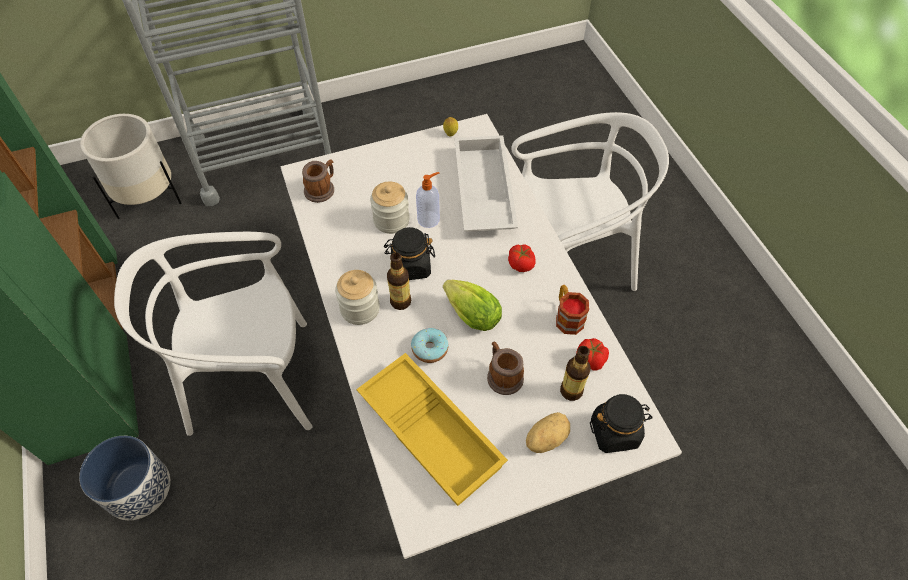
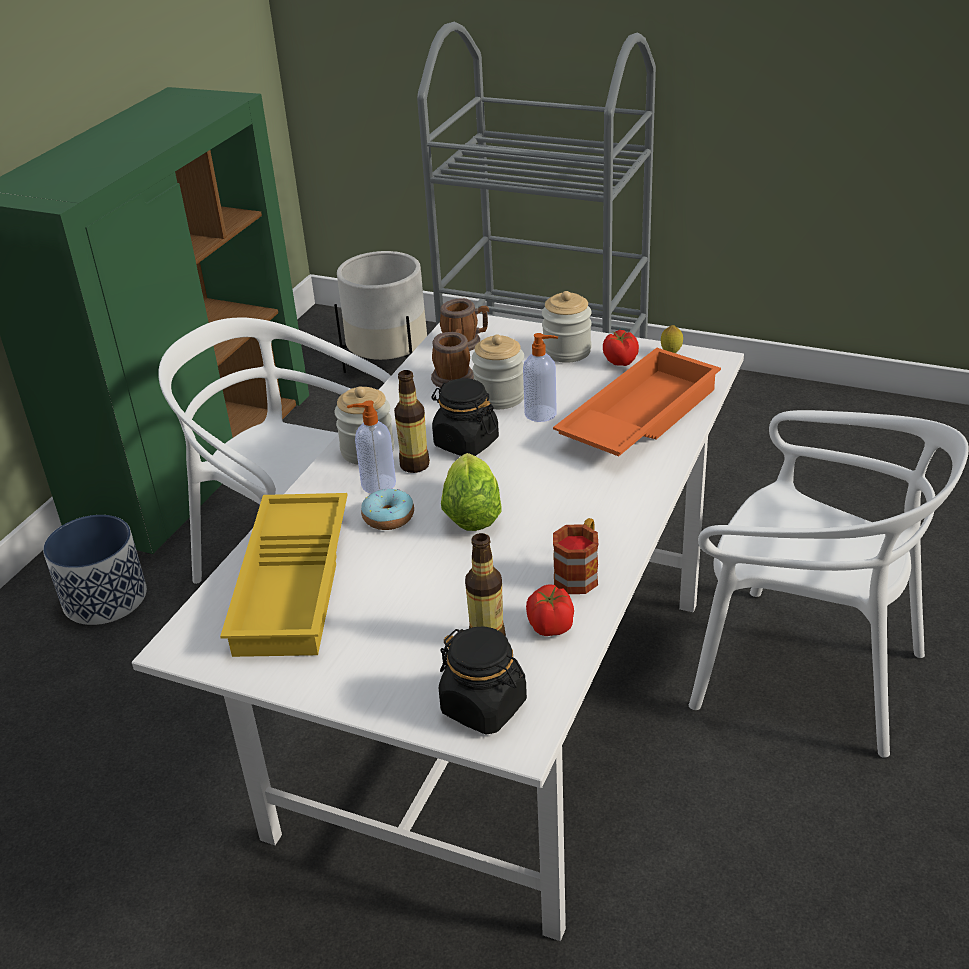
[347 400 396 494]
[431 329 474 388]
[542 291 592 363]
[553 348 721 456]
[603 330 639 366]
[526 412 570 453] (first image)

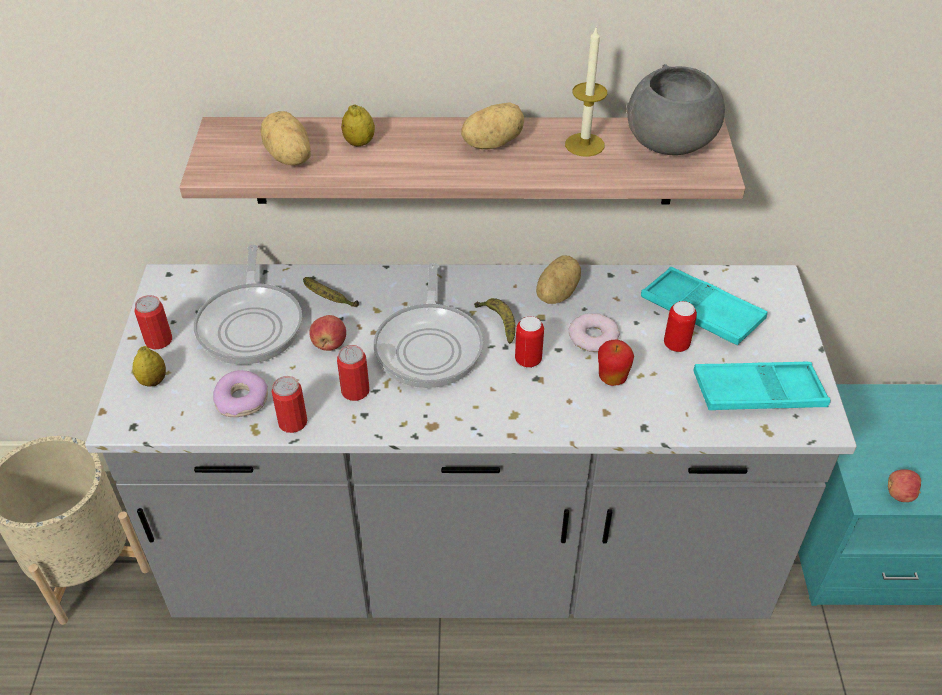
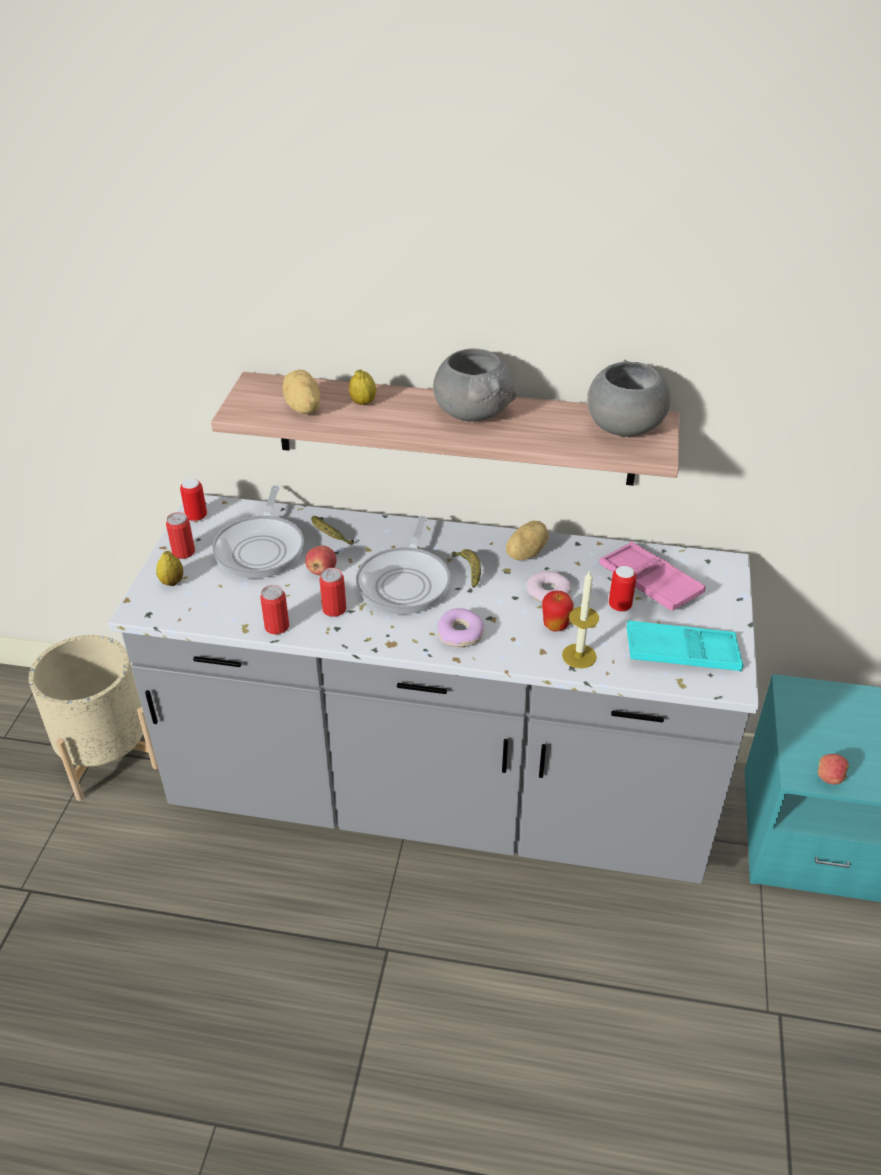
[180 479 207 521]
[433 348 517 422]
[437 608 484 647]
[562 570 599 668]
[599 542 706 611]

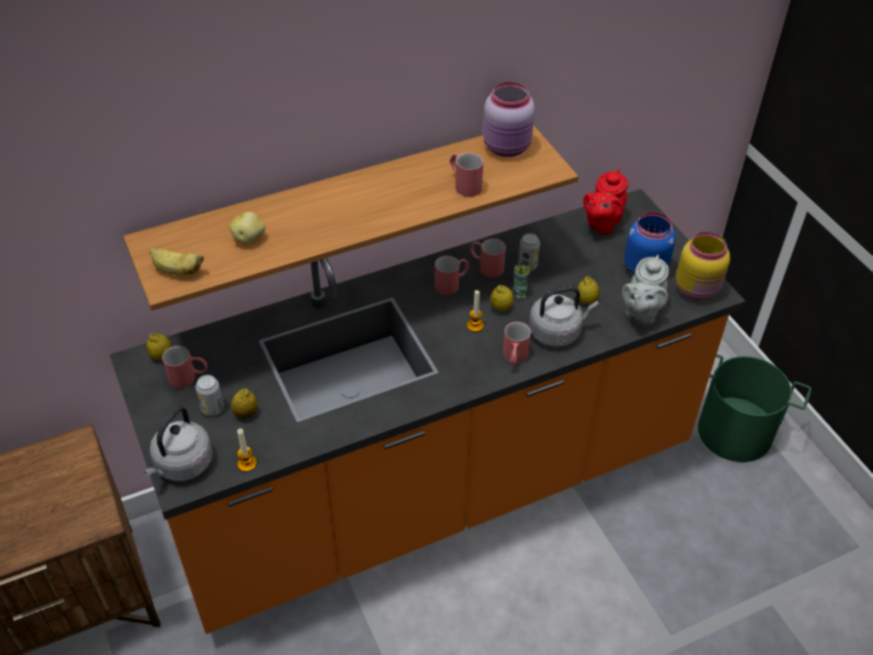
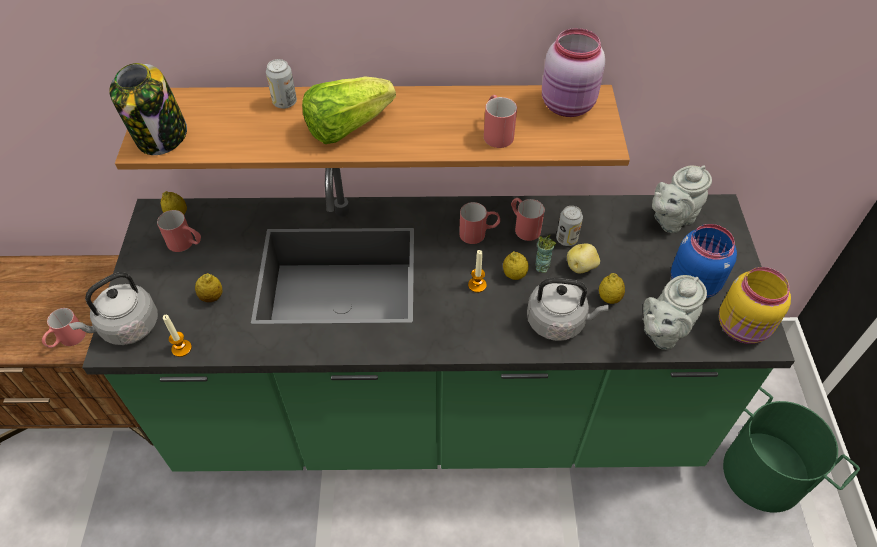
[42 308 86 348]
[82 168 795 472]
[109 63 187 155]
[266 59 297 109]
[302 77 396 144]
[567 243 600 273]
[652 166 712 233]

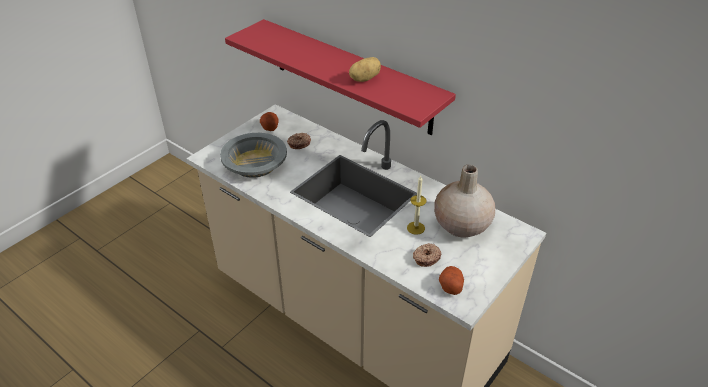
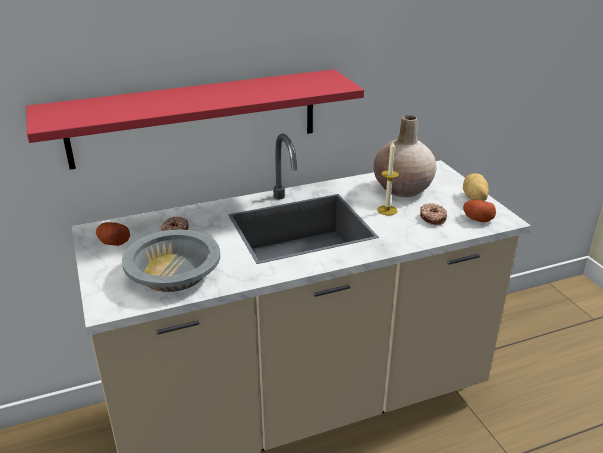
[463 173 489 201]

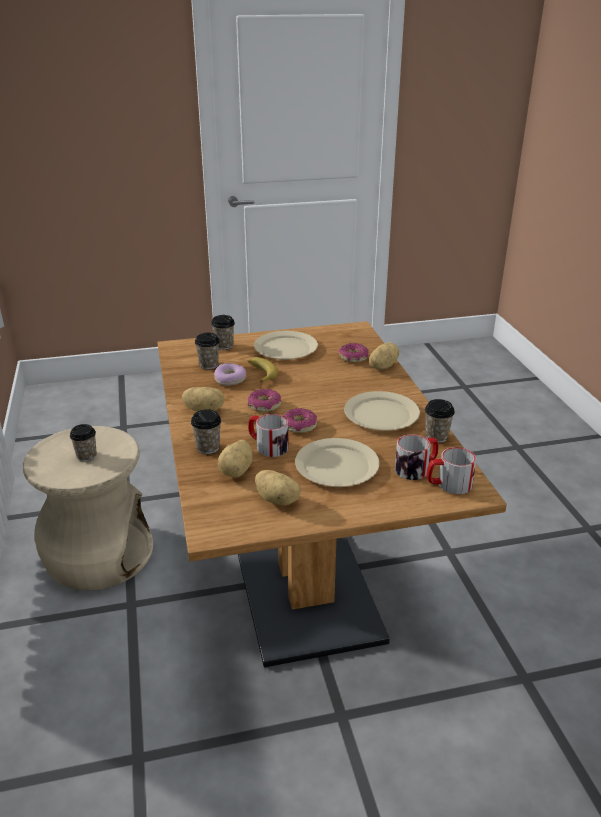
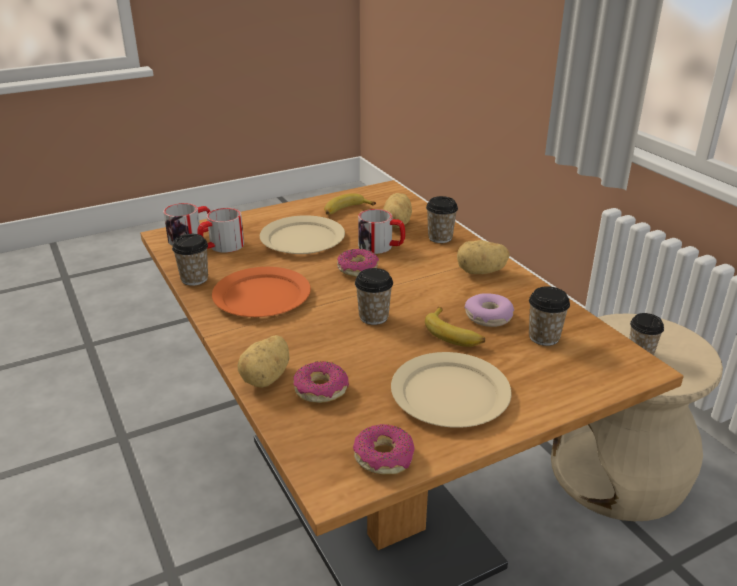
[212 267 311 317]
[324 193 376 215]
[353 424 415 475]
[355 268 393 325]

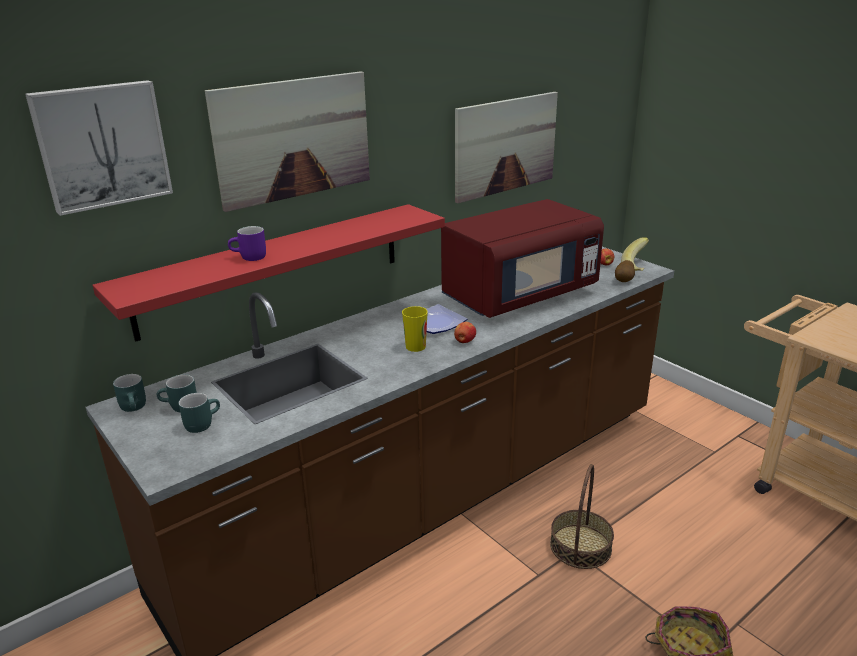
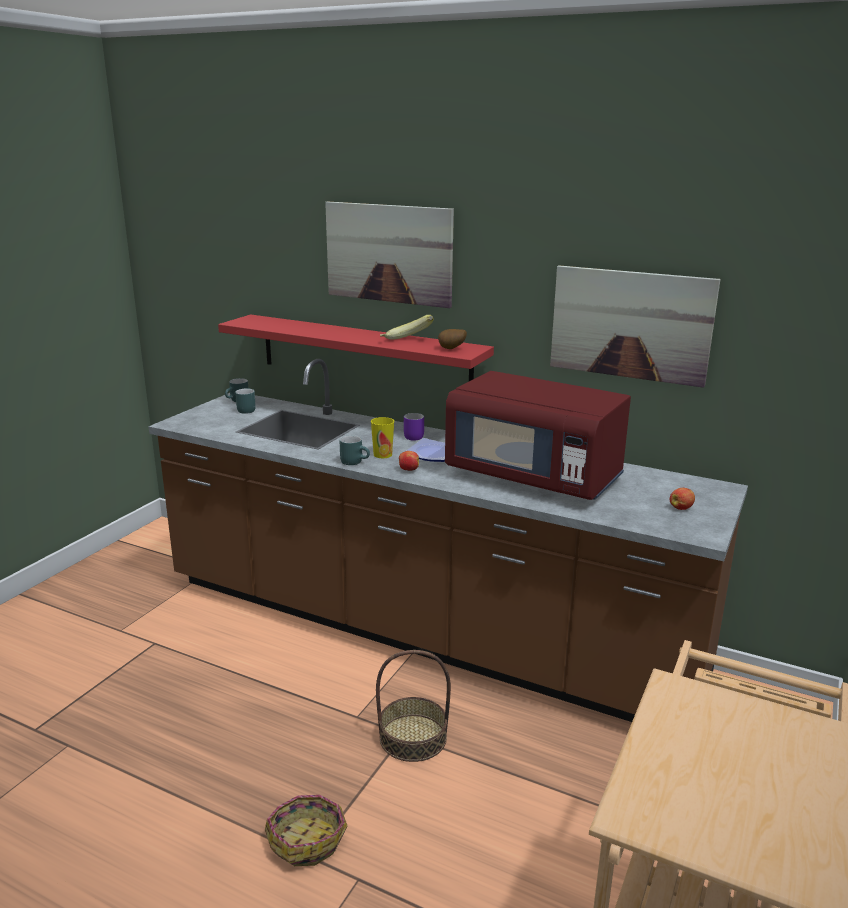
[339 435 370 465]
[380 315 434 340]
[404 413 424 440]
[438 329 467 349]
[25 80 173 216] (first image)

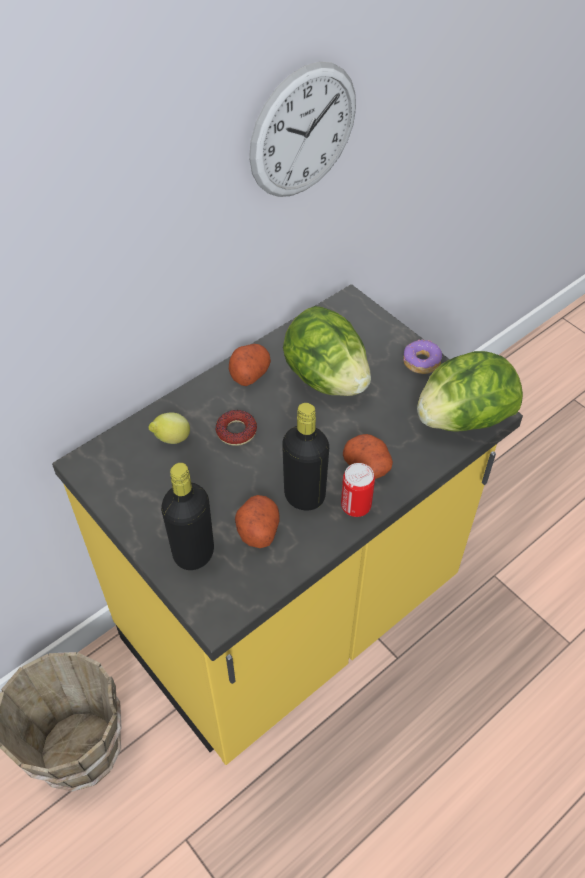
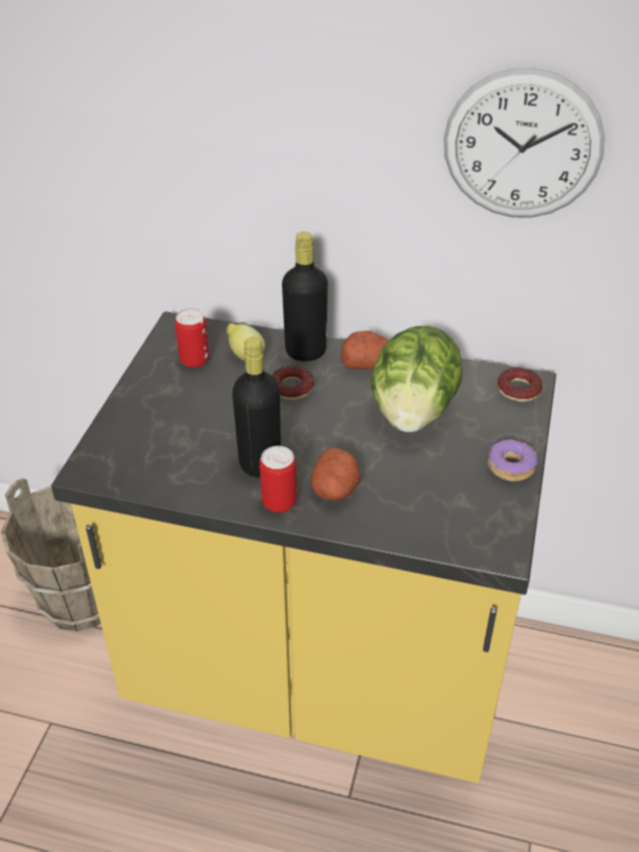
[175 308 209 368]
[282 232 328 361]
[497 368 542 402]
[235 495 280 548] (first image)
[417 351 523 432] (first image)

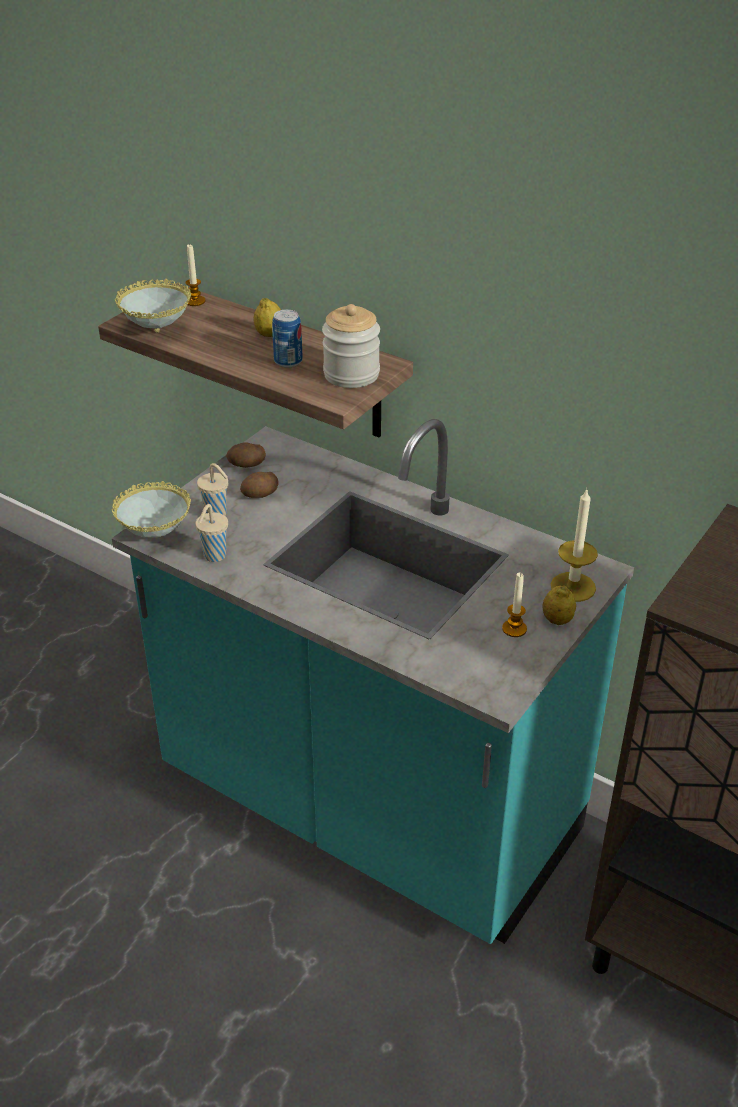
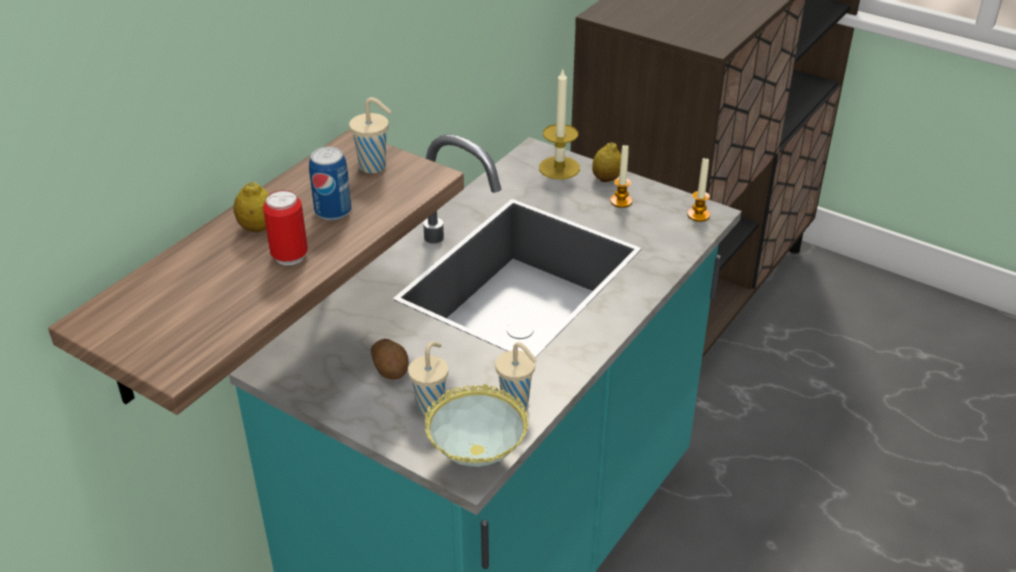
[263 190 308 265]
[349 97 391 174]
[687 158 710 222]
[115 279 191 333] (first image)
[226 442 266 468] (first image)

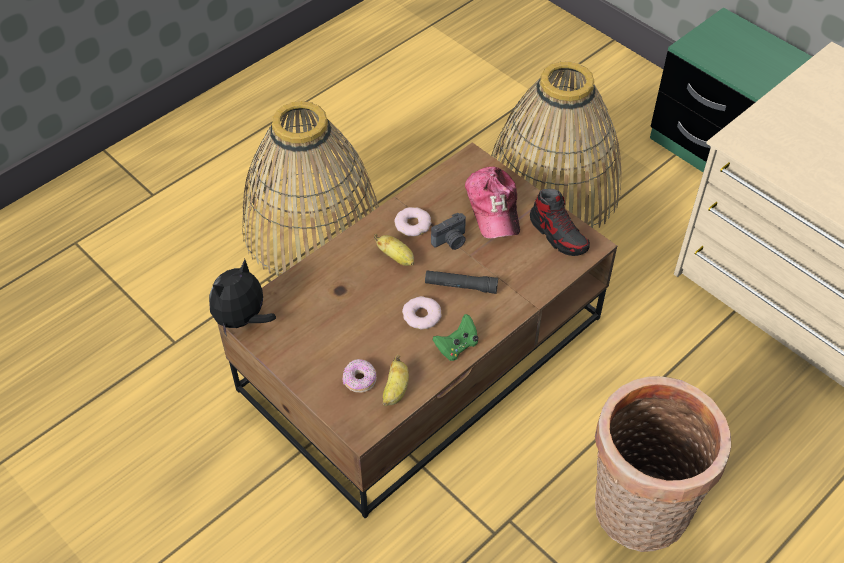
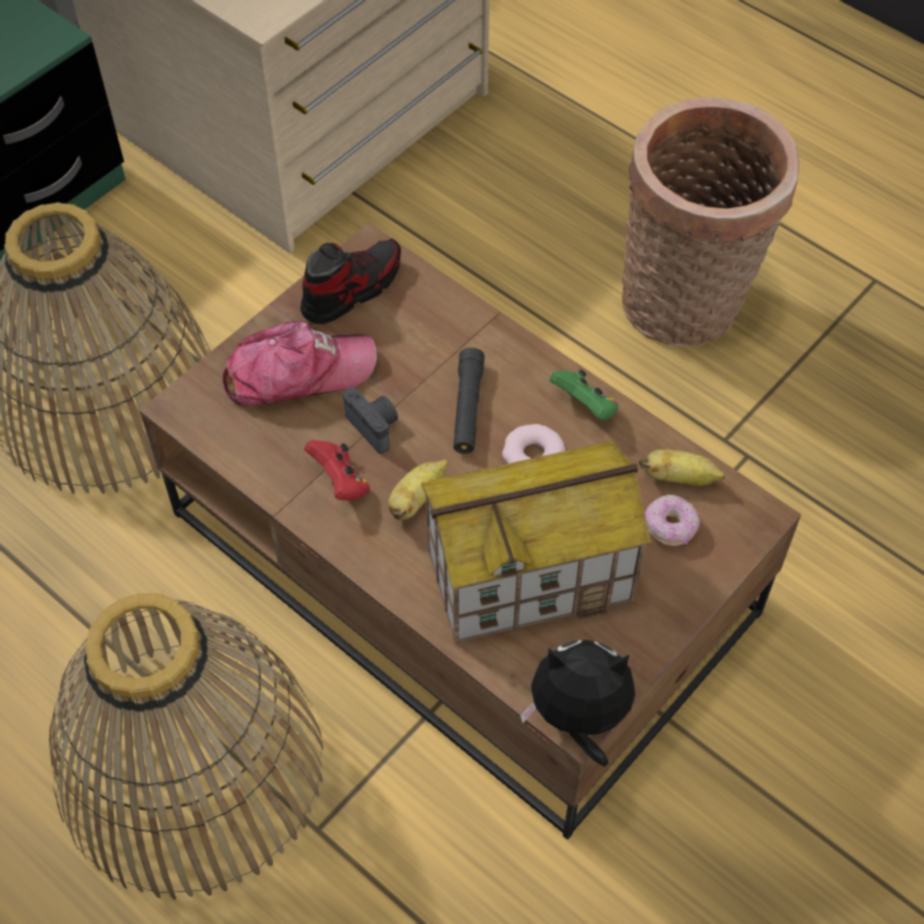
[304 440 370 501]
[421 441 651 644]
[520 640 635 767]

